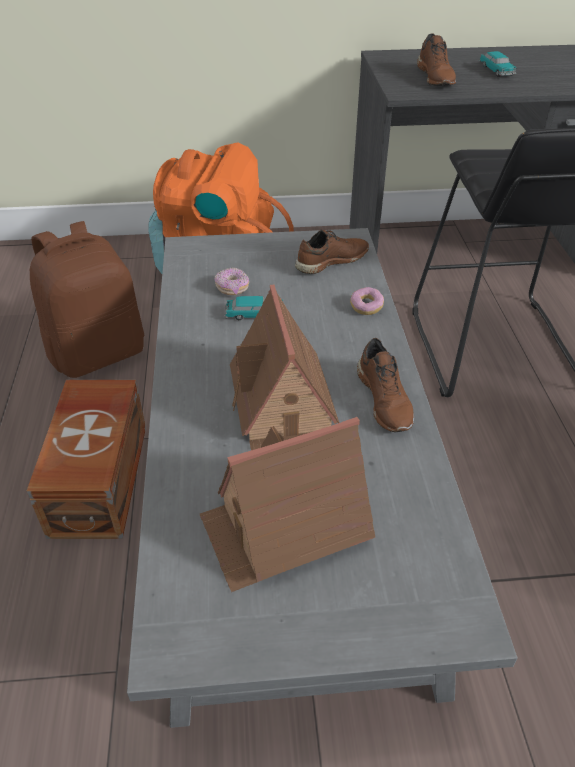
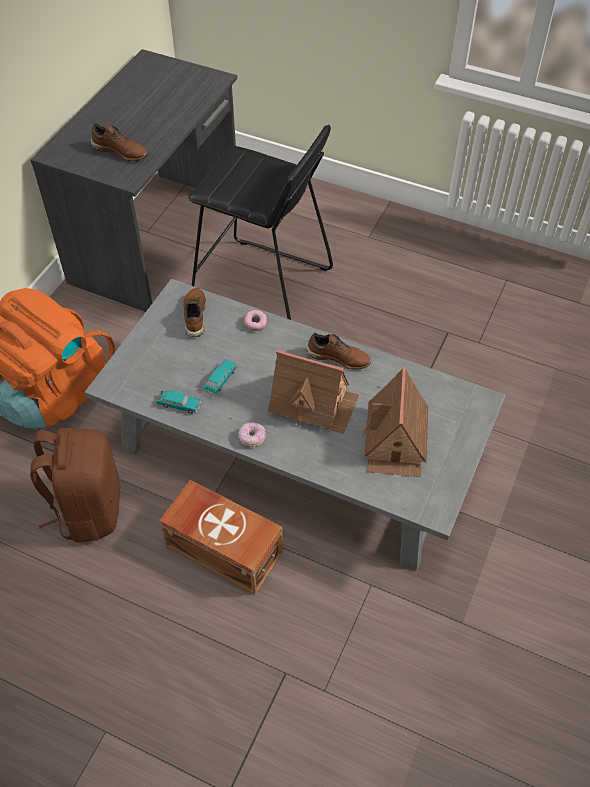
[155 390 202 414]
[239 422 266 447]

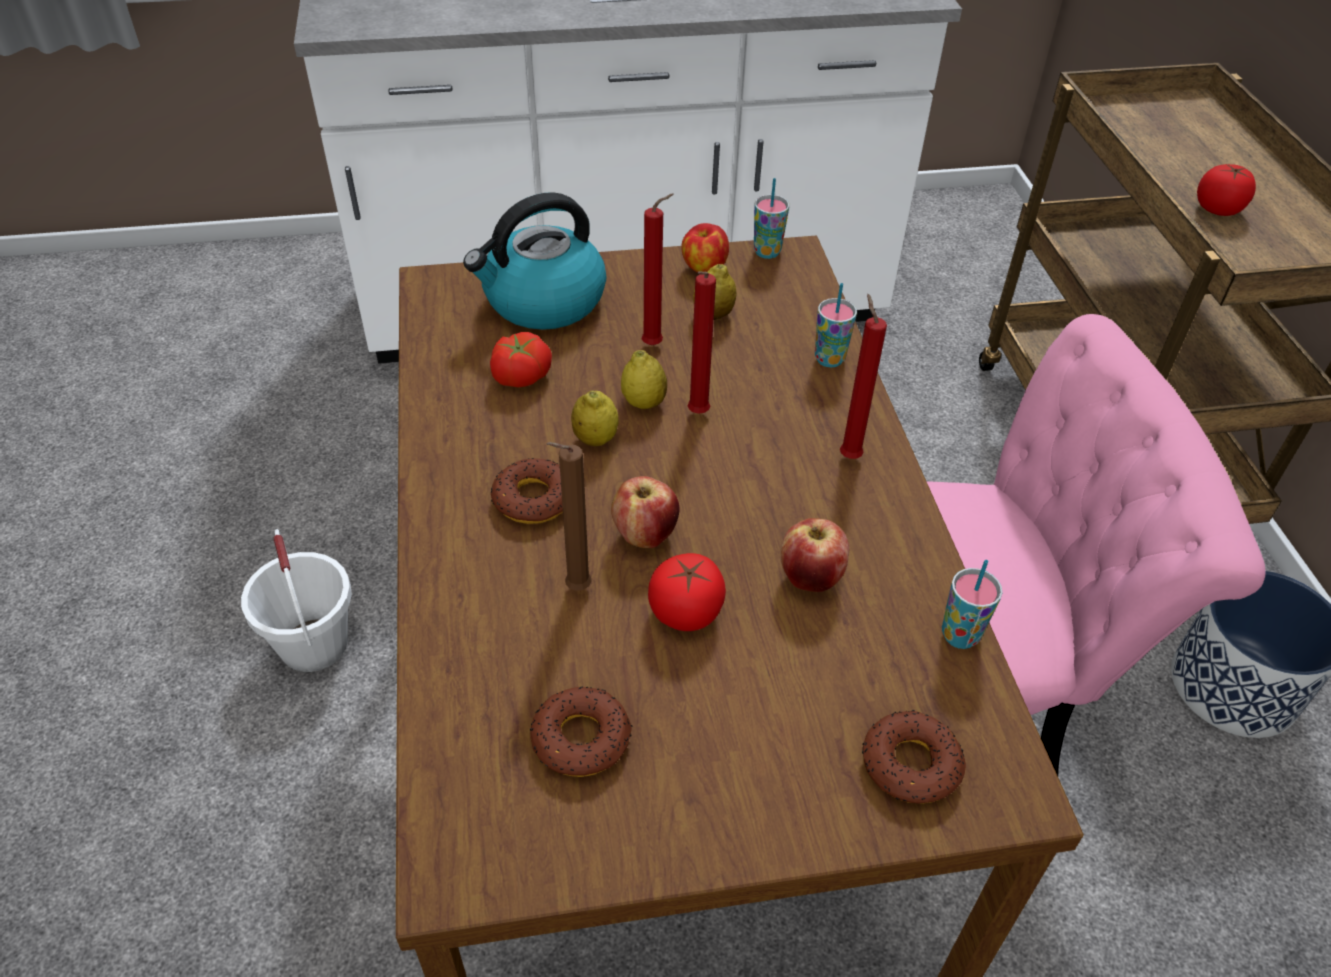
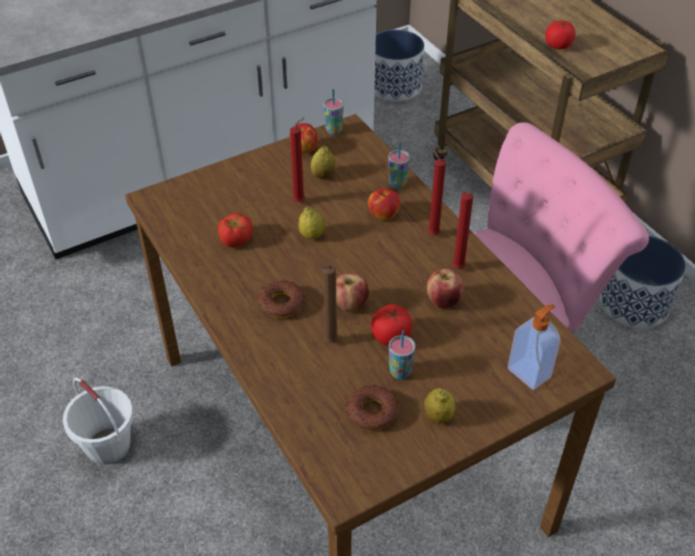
[368 189 401 220]
[374 30 424 101]
[389 331 415 380]
[424 388 455 423]
[452 192 473 269]
[508 304 561 390]
[463 192 606 330] (first image)

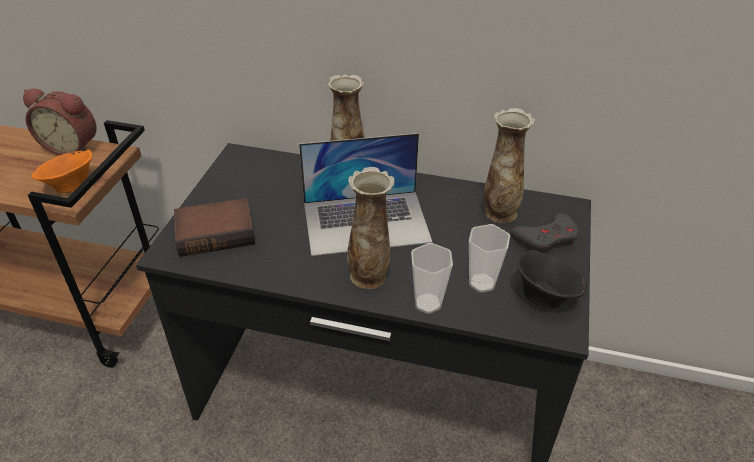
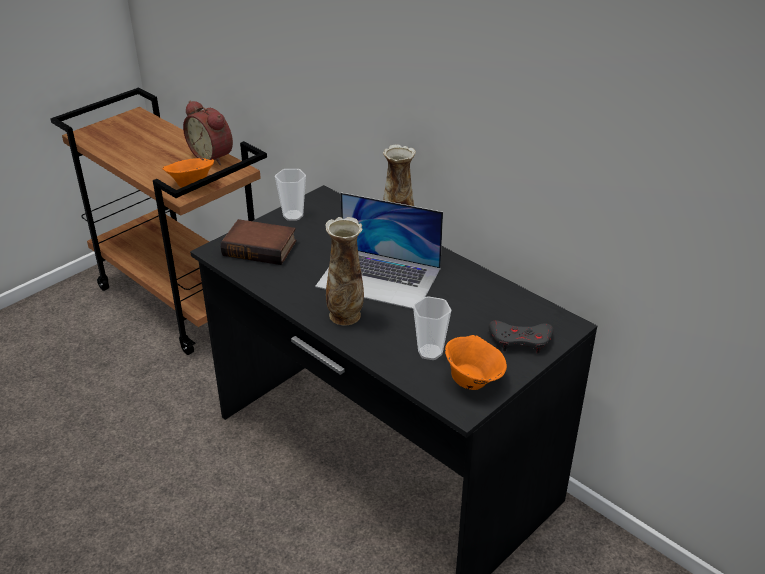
[275 169 306 221]
[445 335 507 390]
[484 108 535 223] (first image)

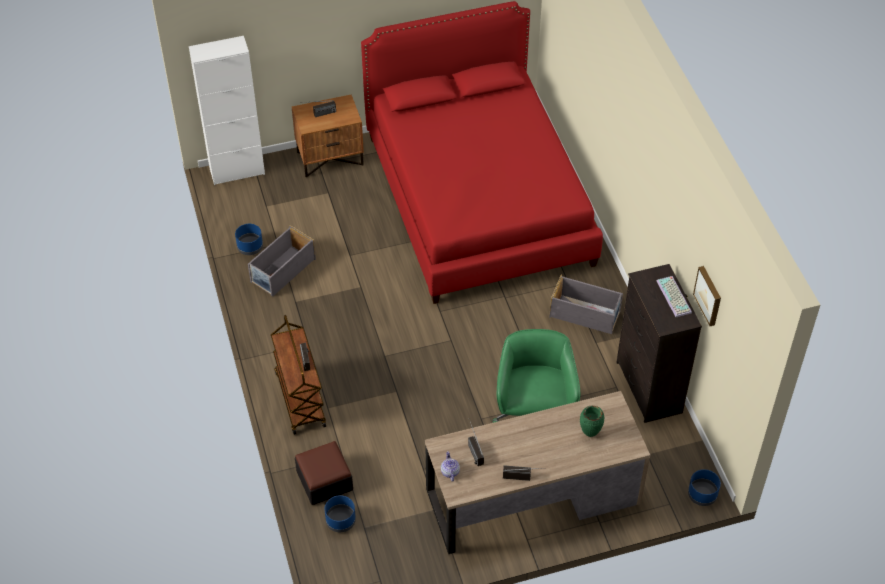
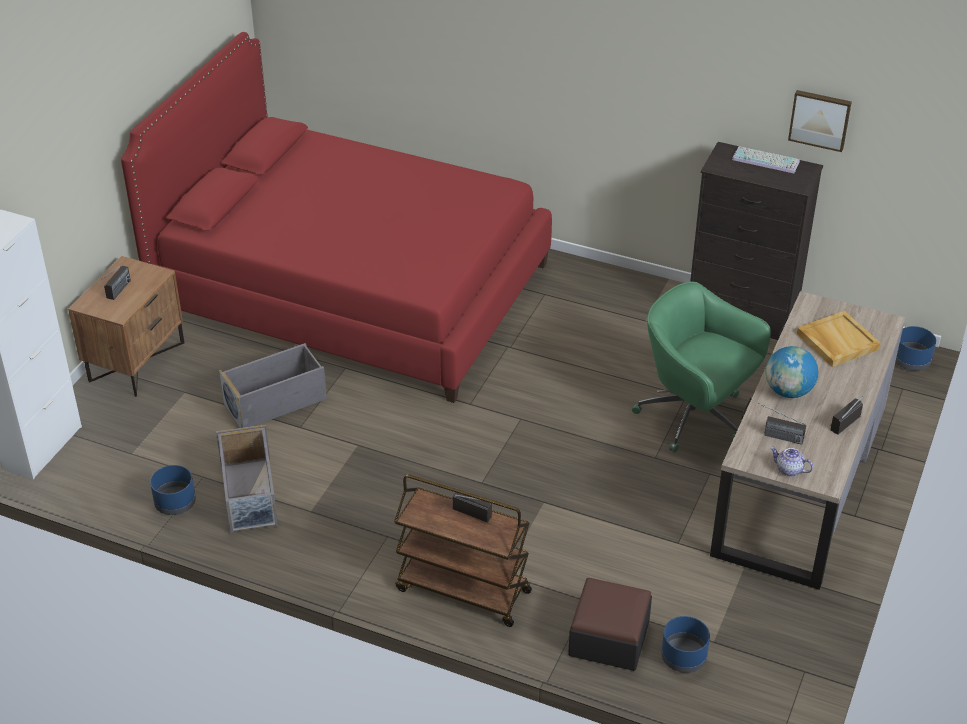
[219 343 327 428]
[765 346 818 398]
[797 311 881 367]

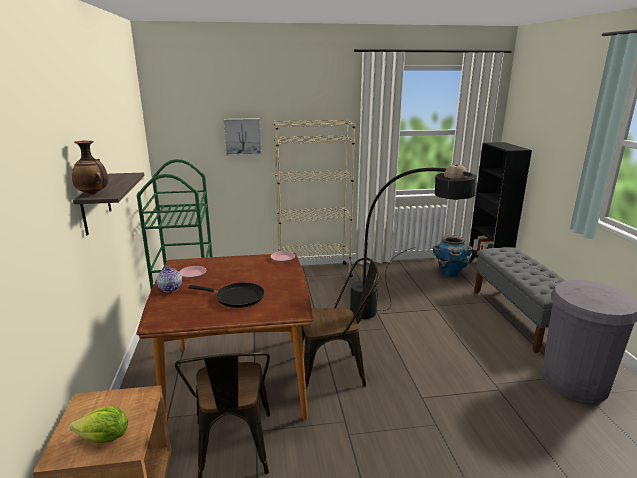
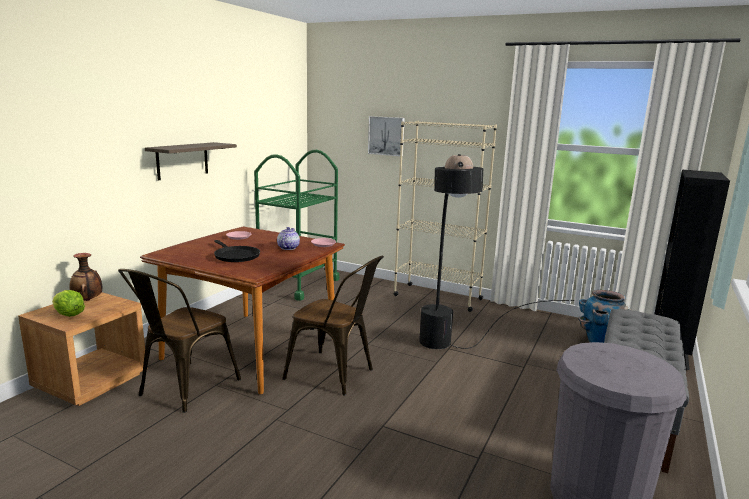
[70 253 103 301]
[277 227 300 250]

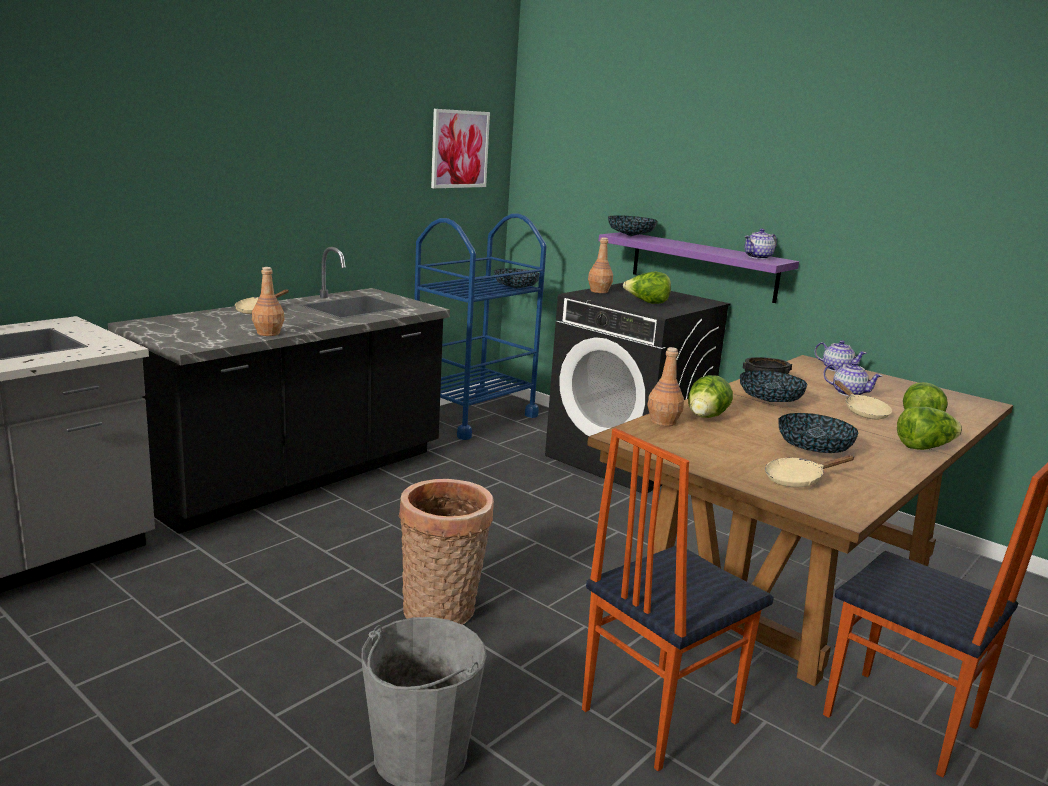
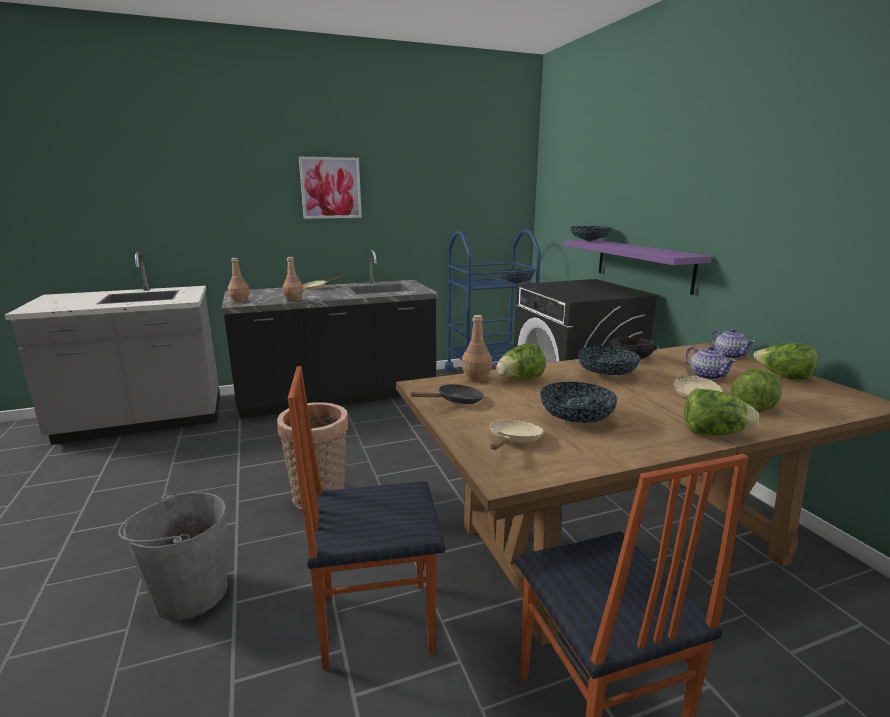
[228 258 250 303]
[299 157 362 219]
[409 384 484 404]
[490 420 544 450]
[753 343 818 380]
[744 229 777 259] (first image)

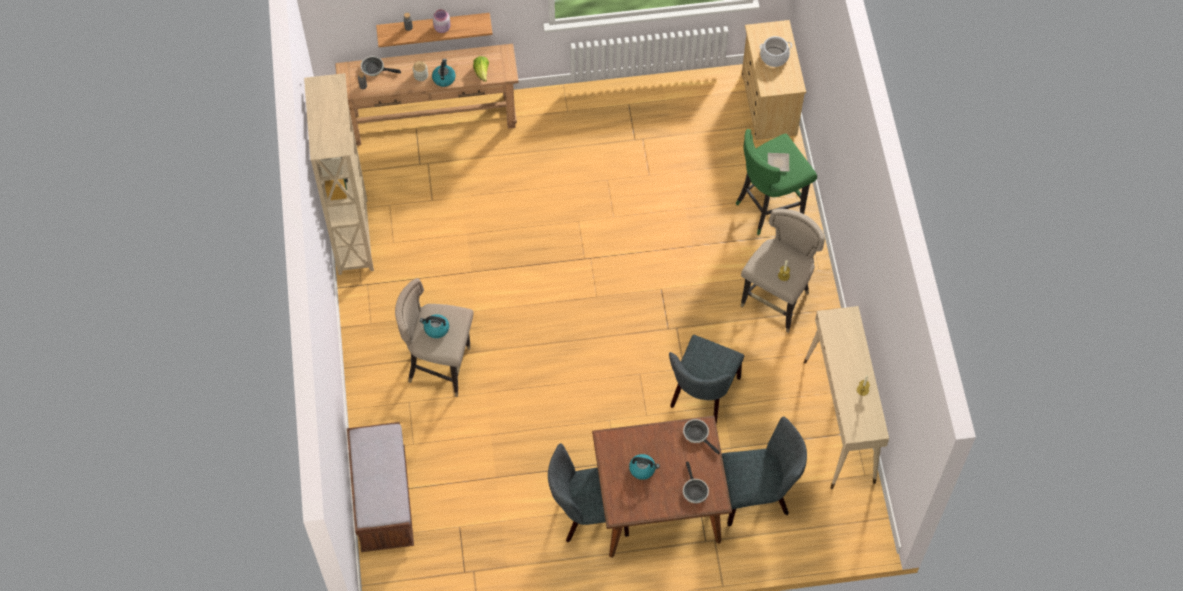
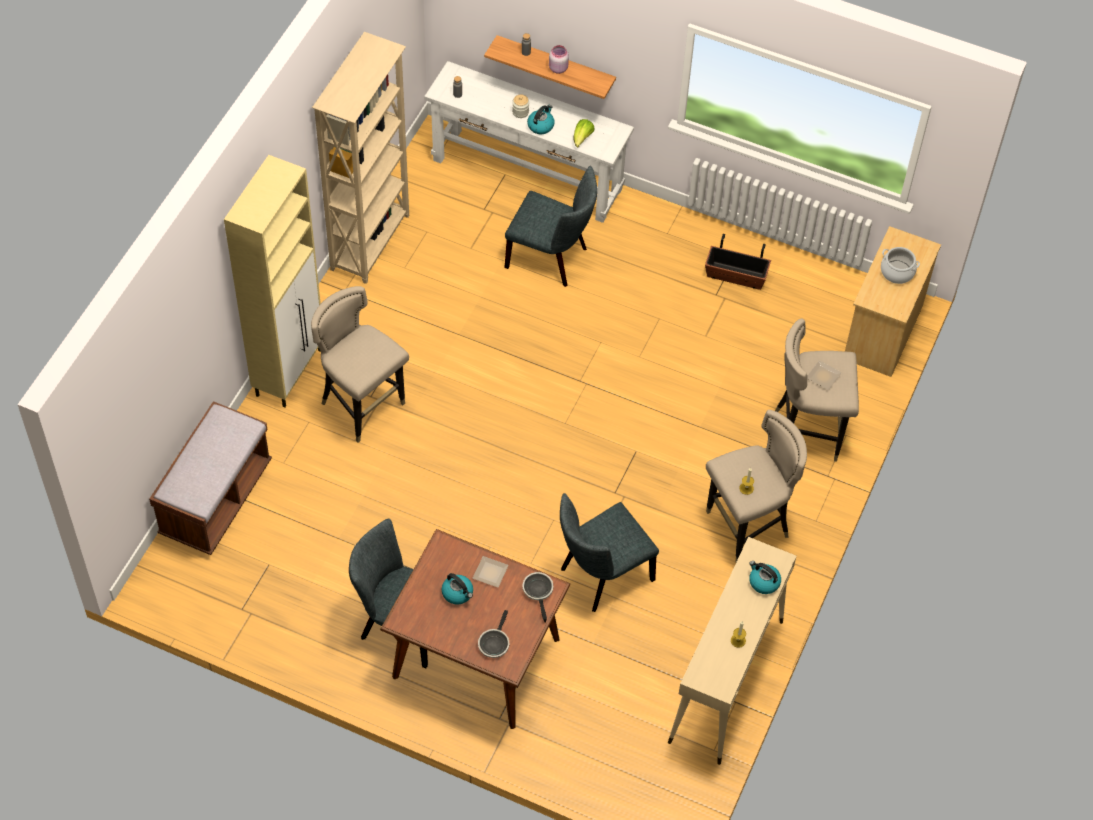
[224 155 321 408]
[424 61 634 223]
[473 556 509 587]
[504 166 597 287]
[705 234 771 290]
[749 561 781 594]
[775 318 859 461]
[361 56 401 76] (first image)

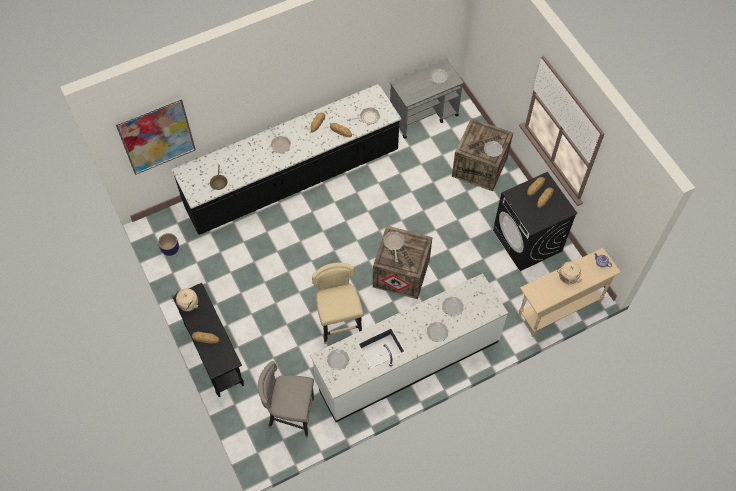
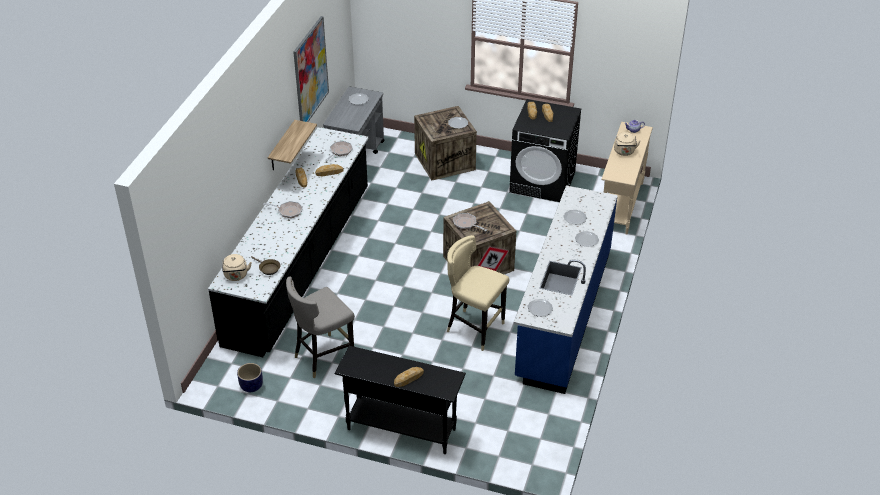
[222 254 252 281]
[268 120 317 170]
[286 277 355 378]
[293 16 329 122]
[514 185 618 394]

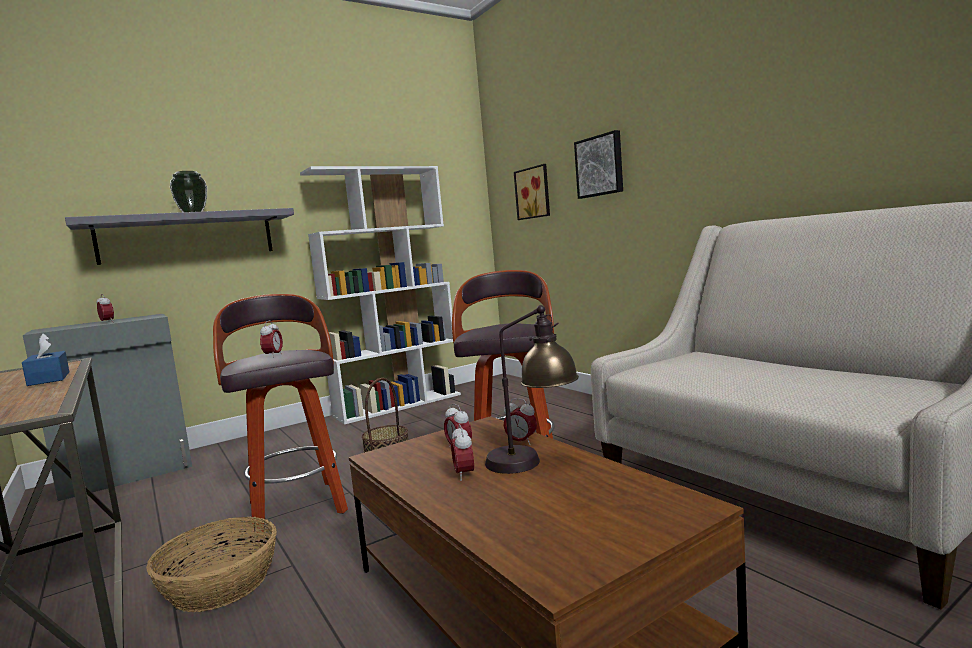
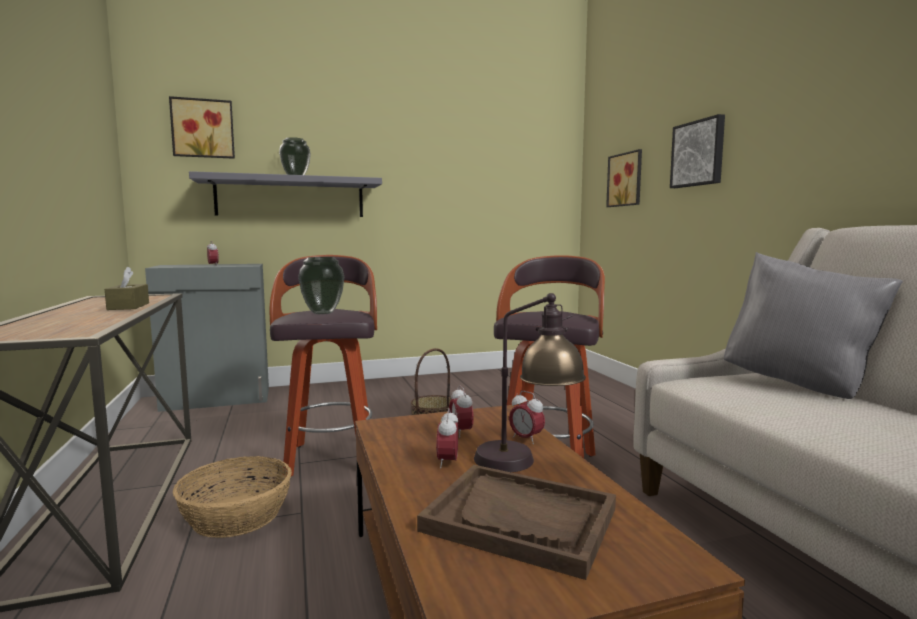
[105 266 149 310]
[169 96 235 159]
[298 257 344 314]
[417 465 616 580]
[724 252 903 399]
[300 166 461 425] (first image)

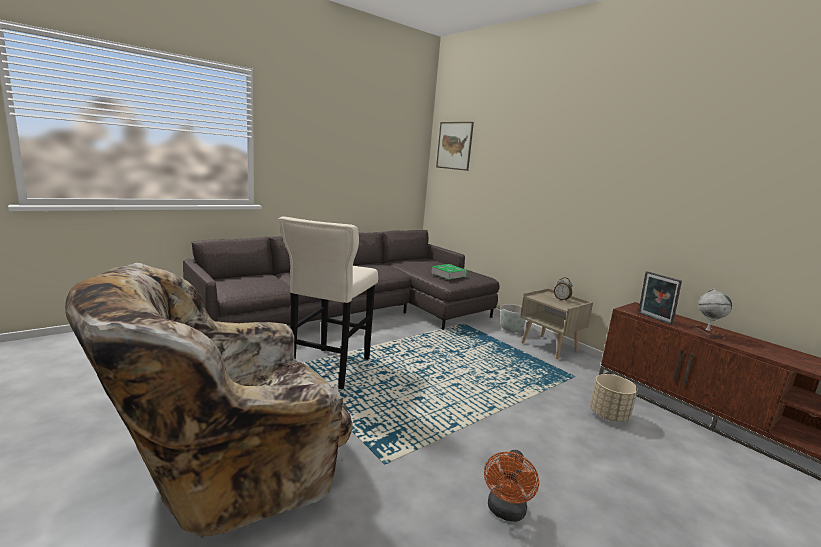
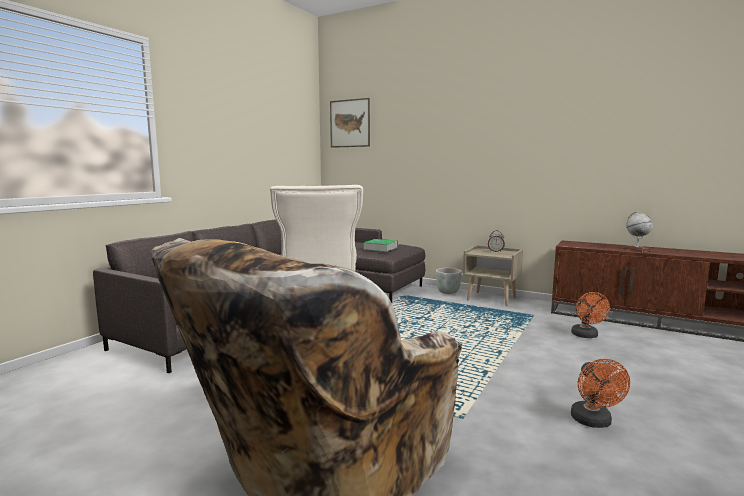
[571 292 610 338]
[638 271 682 325] (first image)

